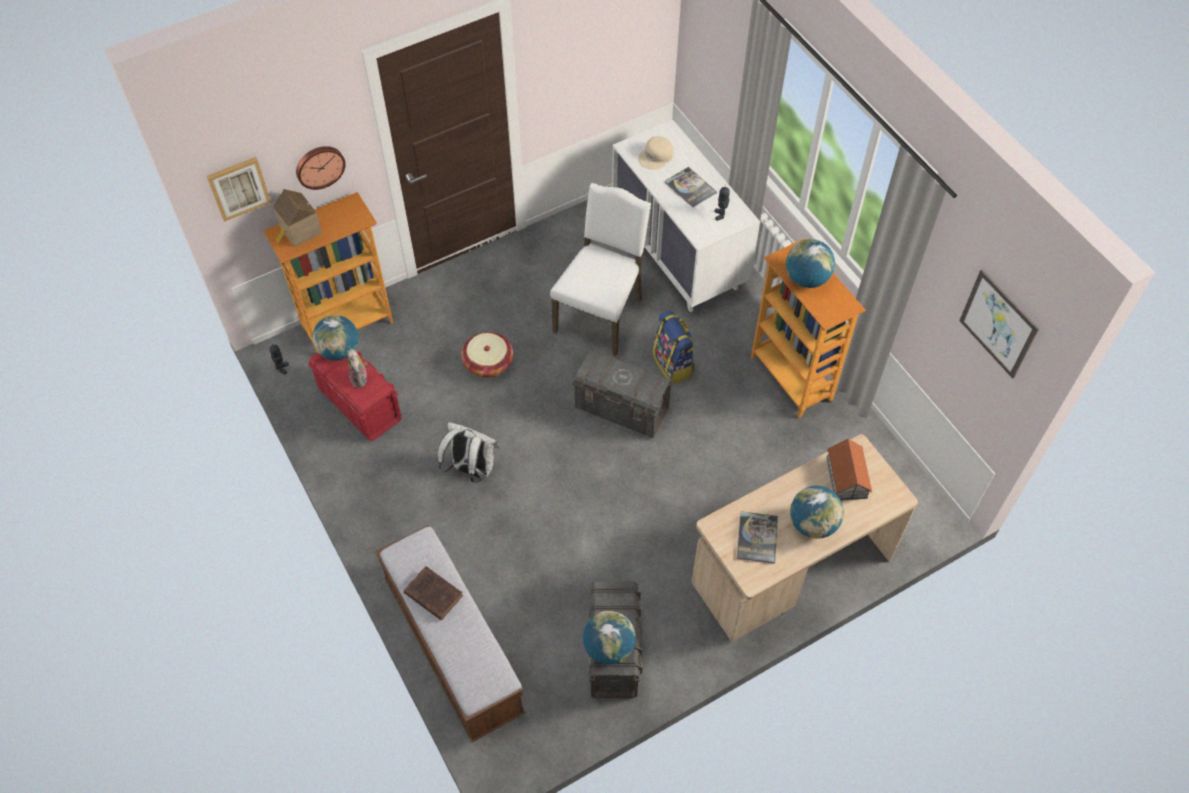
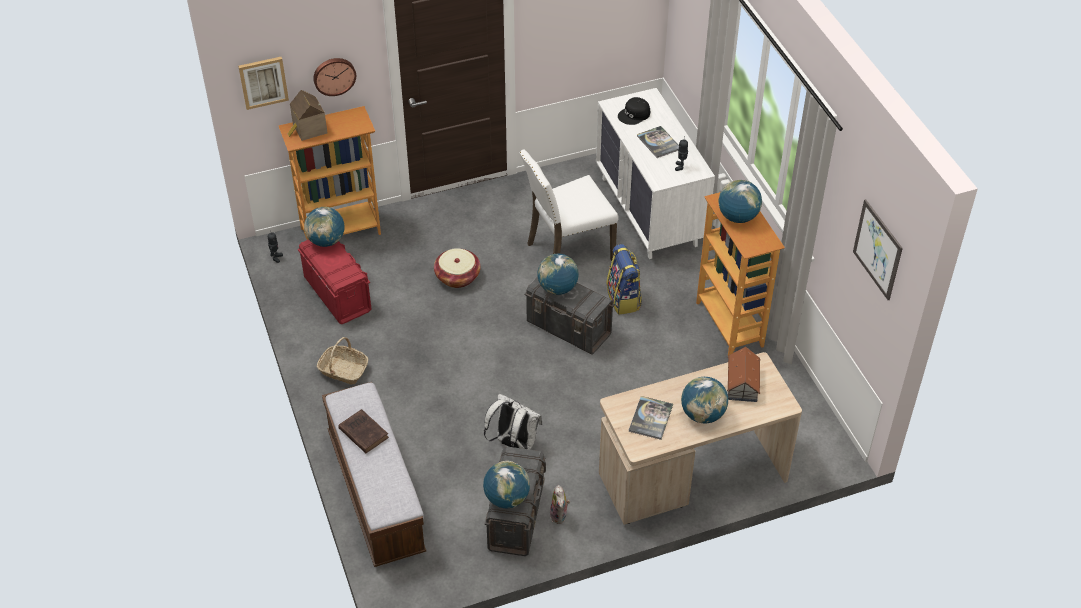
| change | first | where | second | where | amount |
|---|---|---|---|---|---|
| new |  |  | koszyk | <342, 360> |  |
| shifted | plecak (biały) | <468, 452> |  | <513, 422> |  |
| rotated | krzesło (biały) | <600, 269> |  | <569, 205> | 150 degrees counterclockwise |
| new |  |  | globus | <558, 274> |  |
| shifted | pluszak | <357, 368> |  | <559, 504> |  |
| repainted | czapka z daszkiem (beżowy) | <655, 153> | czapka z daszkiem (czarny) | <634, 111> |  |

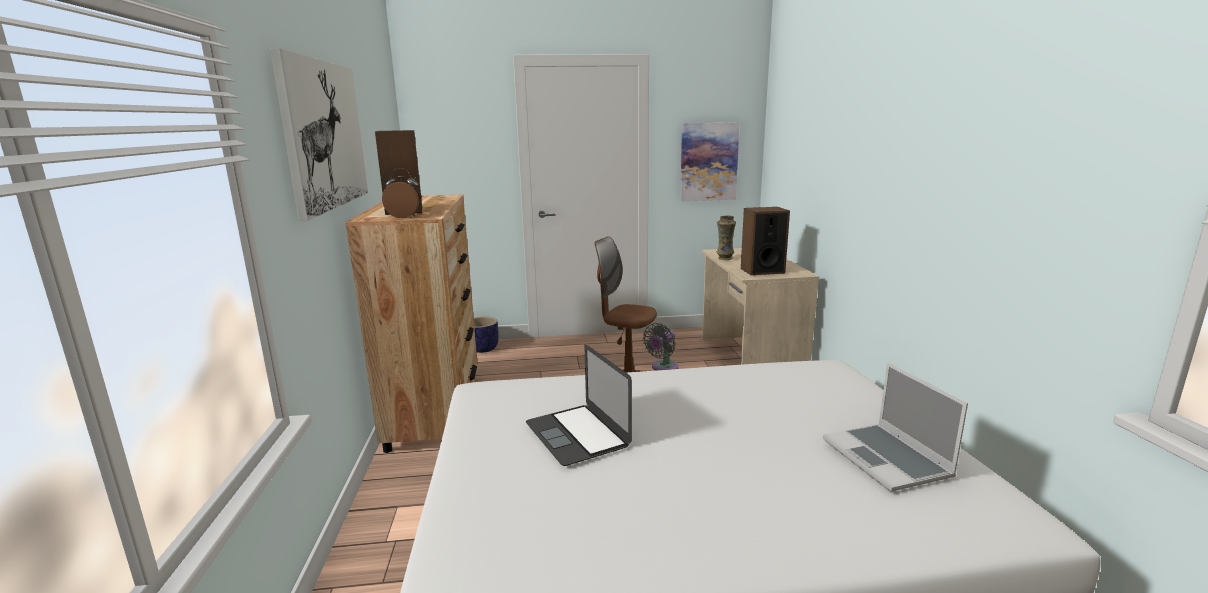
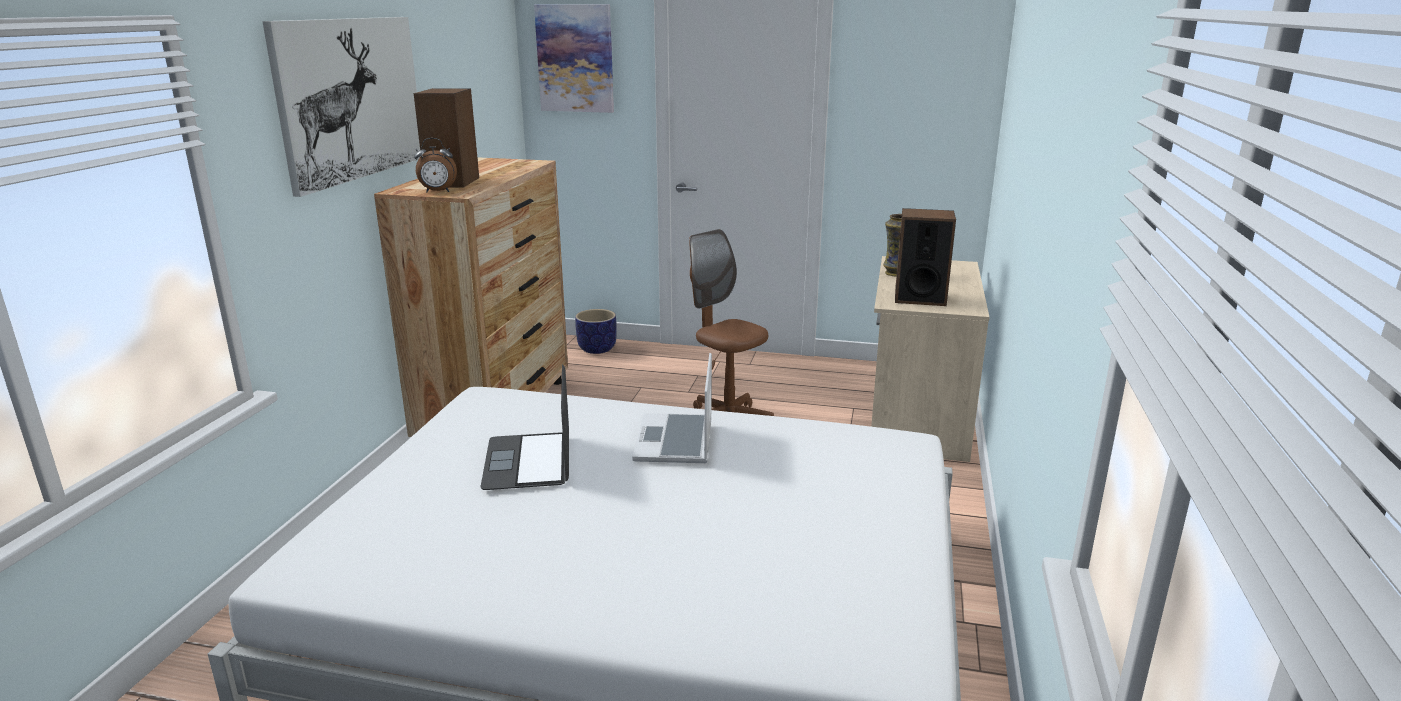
| change | first | where | second | where | amount |
|---|---|---|---|---|---|
| rotated | budzik | <401, 193> |  | <435, 165> | 150 degrees clockwise |
| shifted | obraz | <710, 161> |  | <574, 58> |  |
| shifted | laptop | <895, 427> |  | <672, 408> |  |
| gone | wentylator (szary) | <661, 346> |  |  |  |

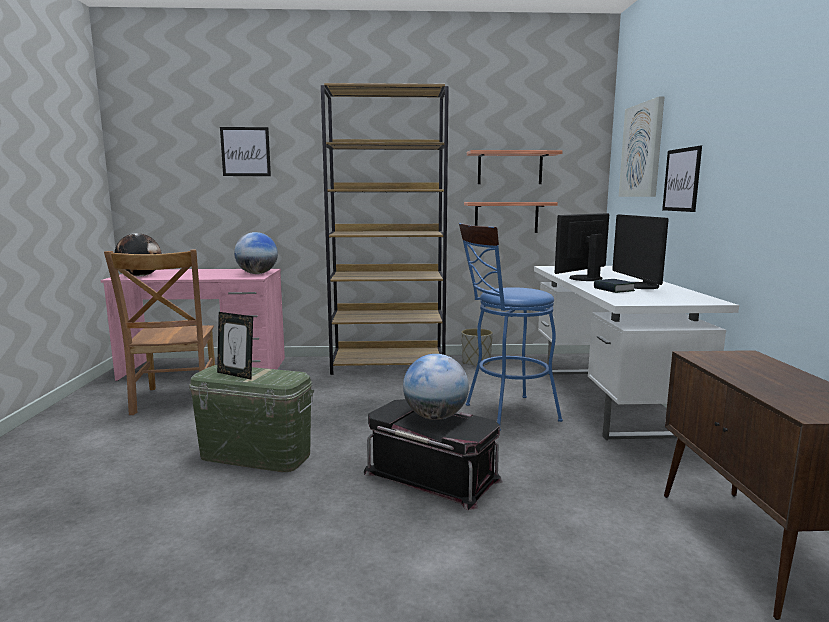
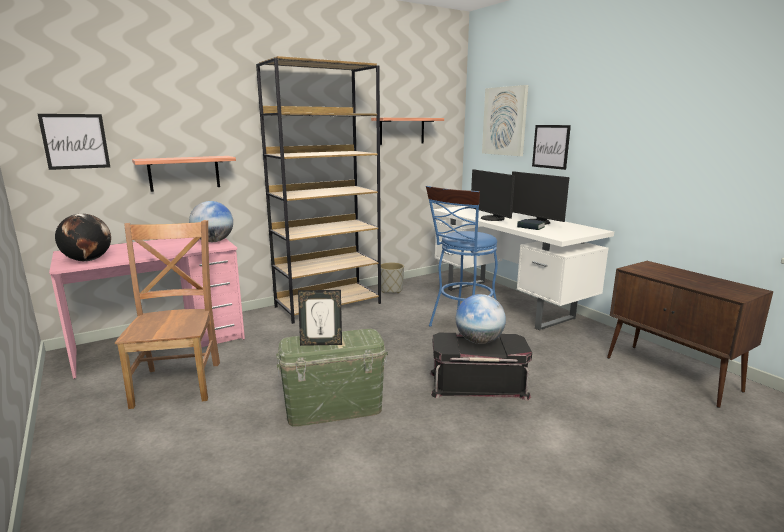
| change | first | where | second | where | amount |
|---|---|---|---|---|---|
| shifted | obraz | <245, 151> |  | <74, 142> |  |
| rotated | krzesło (brązowy) | <159, 332> |  | <167, 314> | 150 degrees counterclockwise |
| shifted | półka | <511, 217> |  | <184, 174> |  |
| rotated | monitor | <582, 247> |  | <493, 195> | 45 degrees counterclockwise |

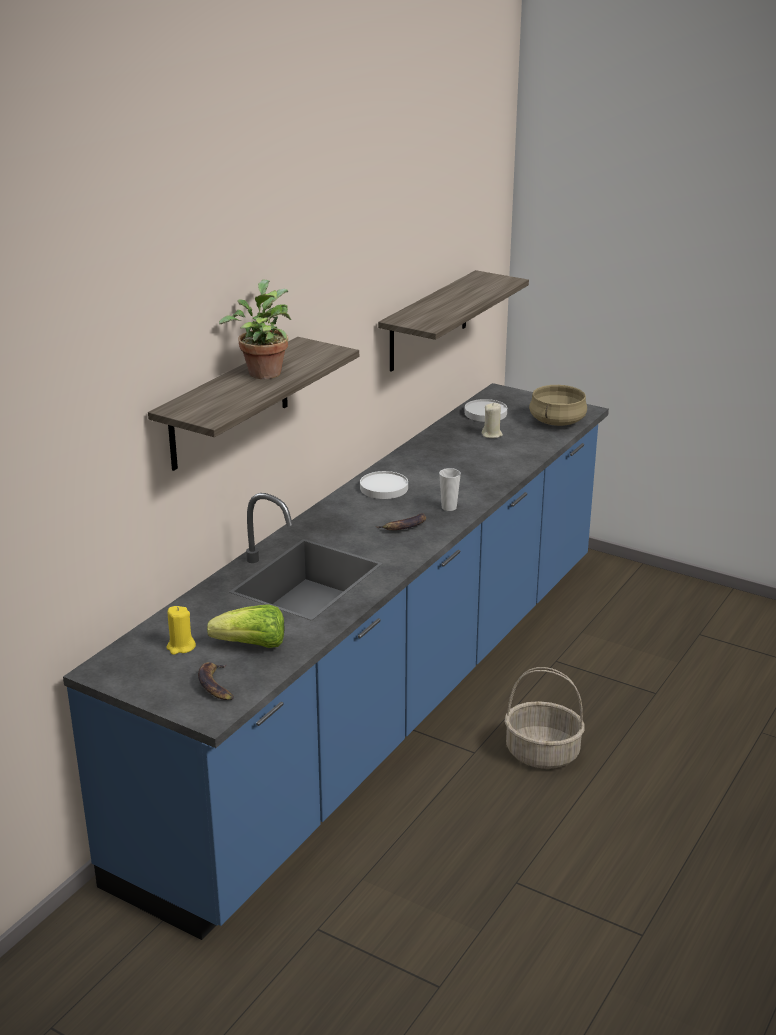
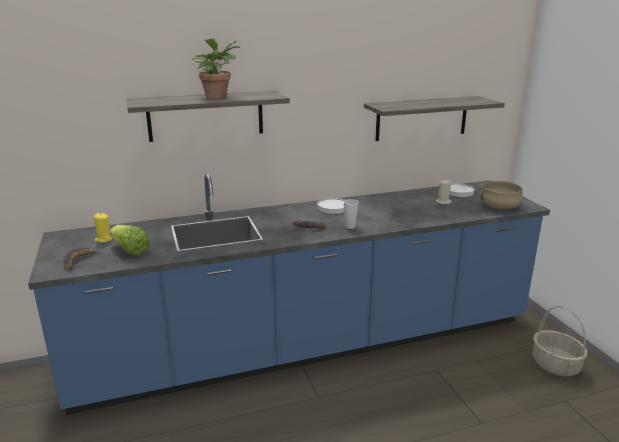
| change | first | where | second | where | amount |
|---|---|---|---|---|---|
| shifted | koszyk | <545, 718> |  | <559, 341> |  |

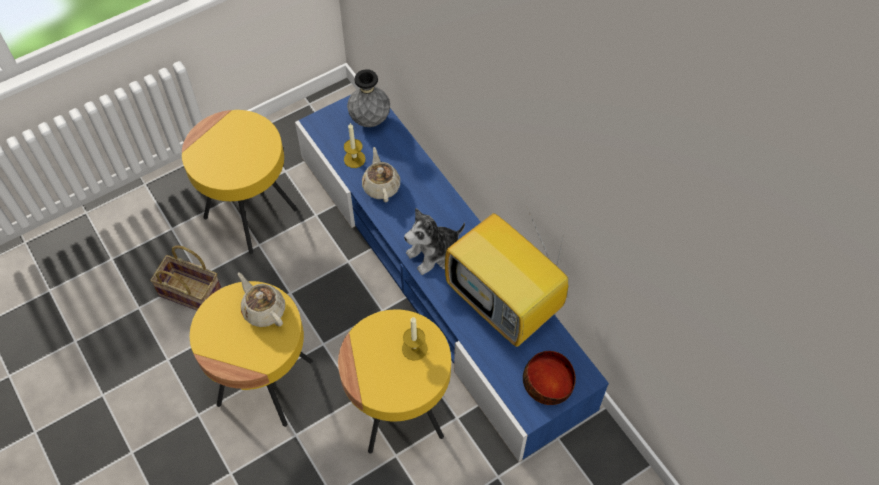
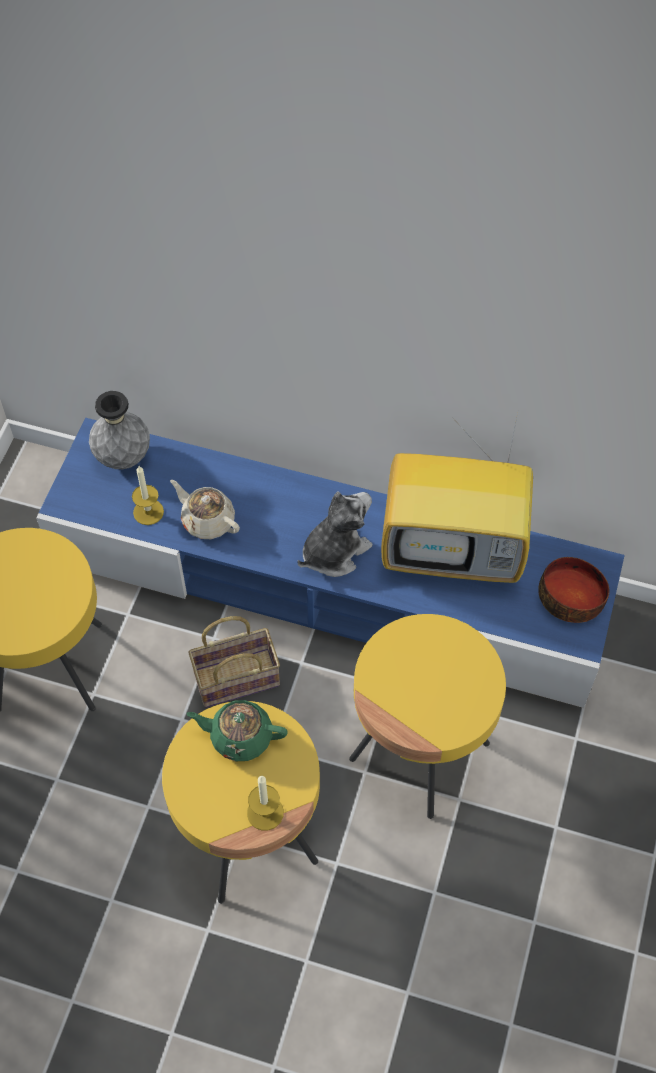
| change | first | where | second | where | amount |
|---|---|---|---|---|---|
| repainted | imbryk (beżowy) | <261, 300> | imbryk (zielony) | <237, 730> |  |
| shifted | koszyk | <185, 278> |  | <234, 662> |  |
| shifted | świeca | <415, 339> |  | <265, 803> |  |
| rotated | pluszak | <434, 241> |  | <334, 534> | 150 degrees counterclockwise |

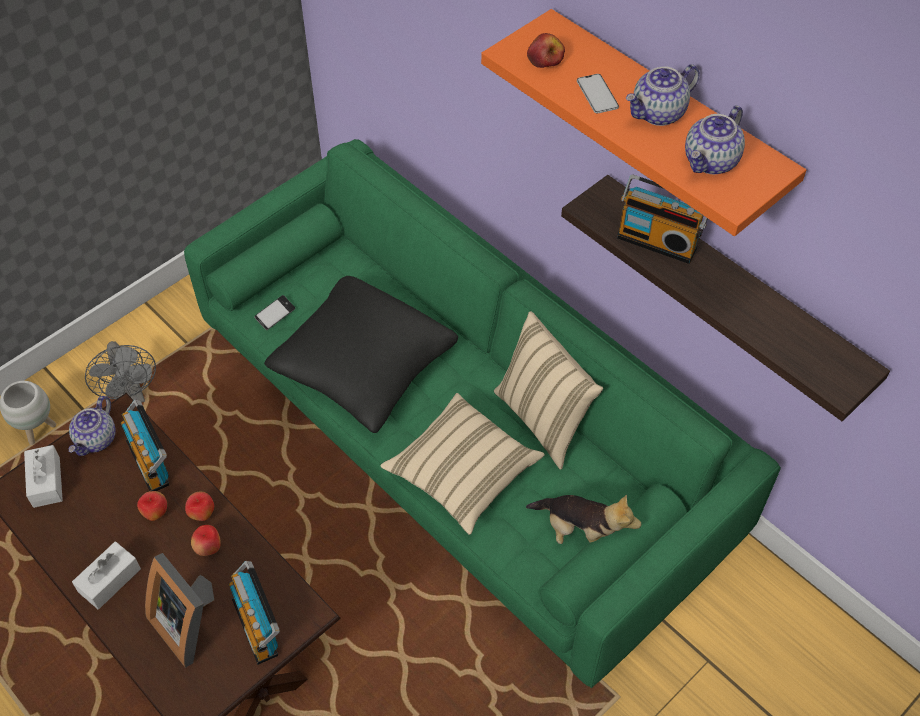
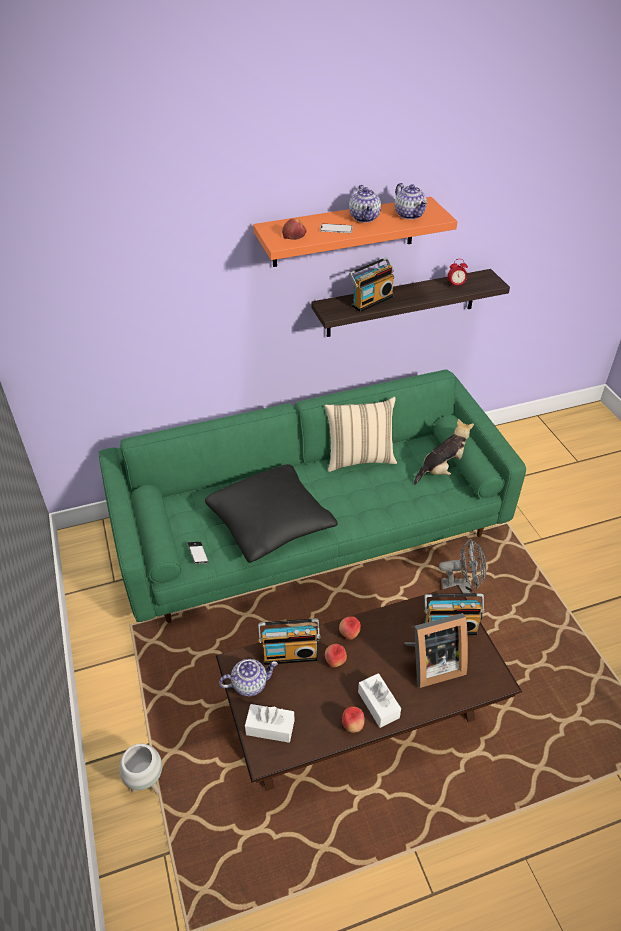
| change | first | where | second | where | amount |
|---|---|---|---|---|---|
| rotated | imbryk | <92, 426> |  | <248, 678> | 60 degrees counterclockwise |
| shifted | jabłko | <206, 540> |  | <353, 720> |  |
| shifted | wentylator (szary) | <120, 372> |  | <462, 566> |  |
| new |  |  | budzik | <458, 273> |  |
| gone | poduszka (beżowy) | <462, 464> |  |  |  |

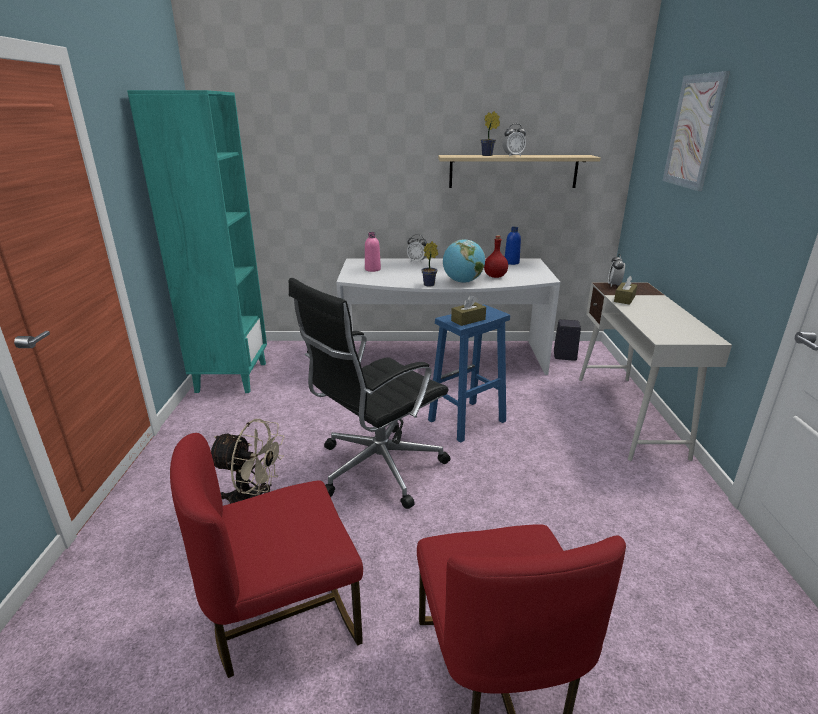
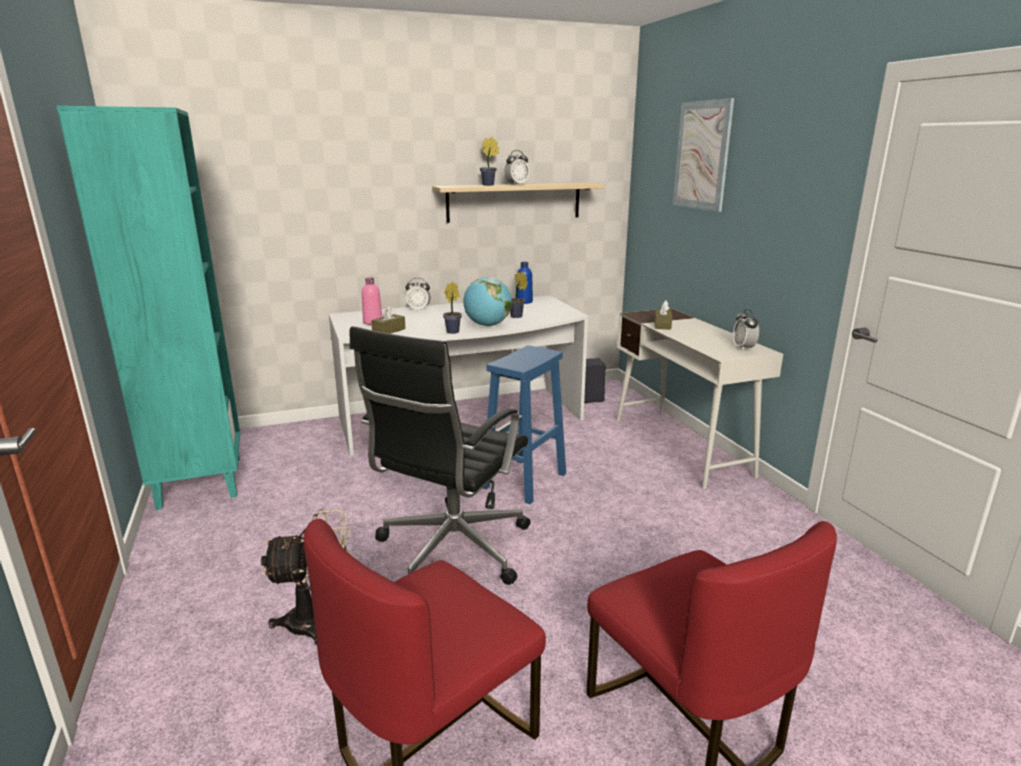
| change | first | where | second | where | amount |
|---|---|---|---|---|---|
| shifted | pudełko chusteczek (brązowy) | <468, 310> |  | <388, 320> |  |
| swapped | butelka (czerwony) | <496, 256> | roślina doniczkowa | <519, 294> |  |
| shifted | budzik | <616, 270> |  | <746, 330> |  |

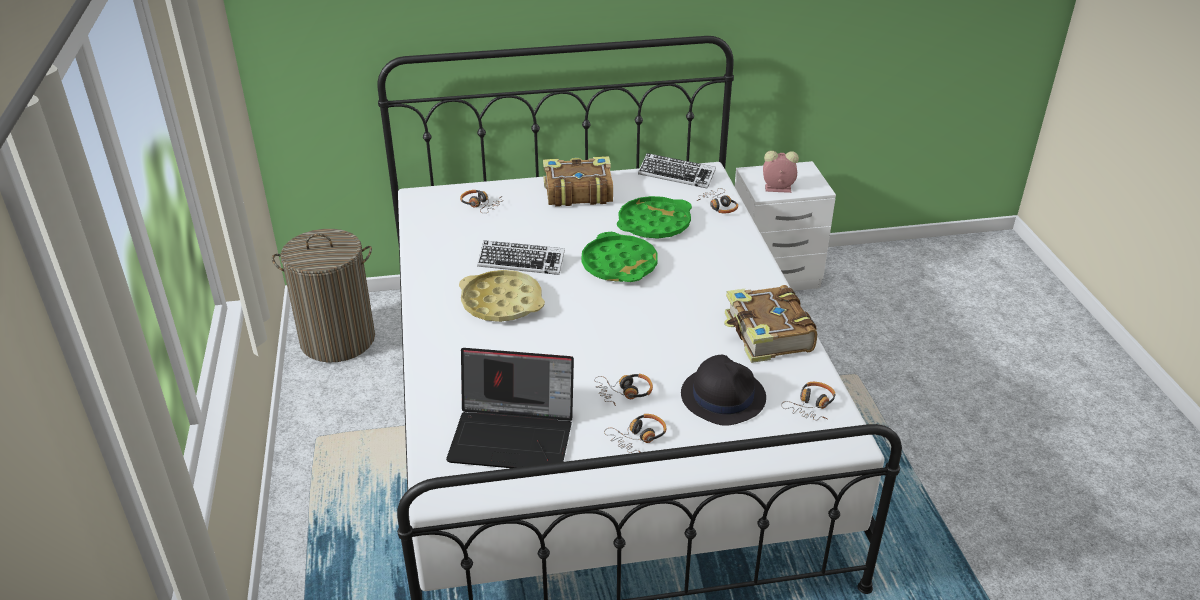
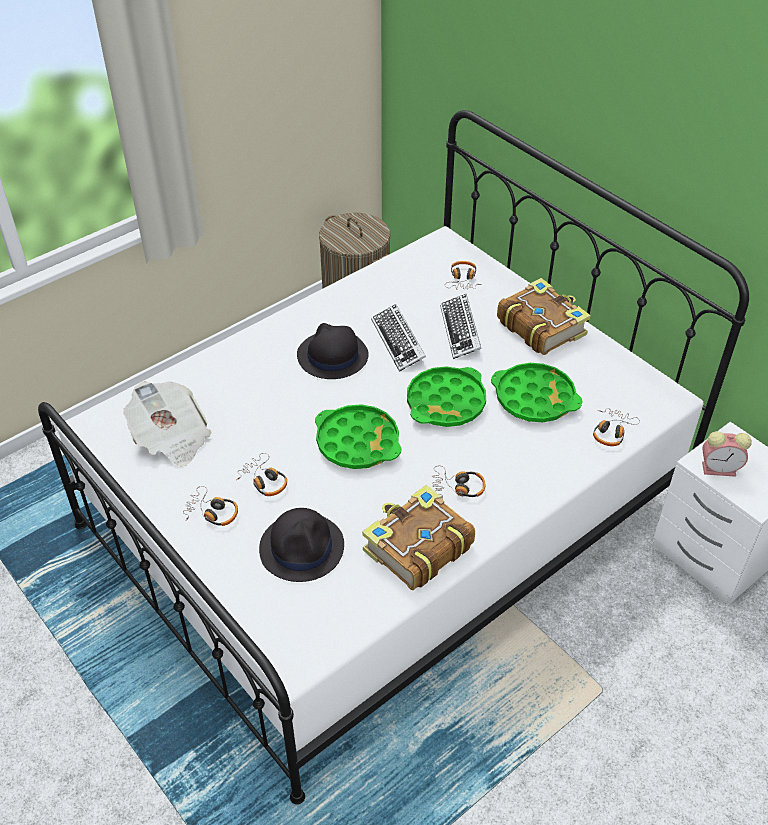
| change | first | where | second | where | amount |
|---|---|---|---|---|---|
| swapped | laptop | <510, 408> | gazeta | <167, 424> |  |
| swapped | taca (żółty) | <502, 296> | kapelusz (czarny) | <333, 351> |  |
| new |  |  | taca (zielony) | <358, 436> |  |
| shifted | słuchawki | <808, 401> |  | <458, 482> |  |
| shifted | klawiatura | <677, 171> |  | <461, 326> |  |
| rotated | budzik | <781, 172> |  | <727, 454> | 120 degrees clockwise |

